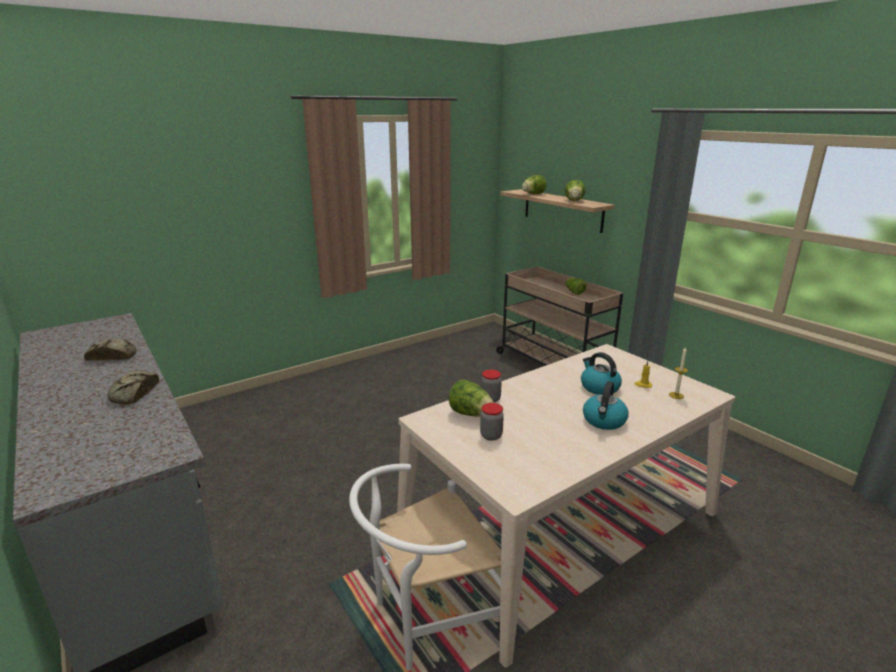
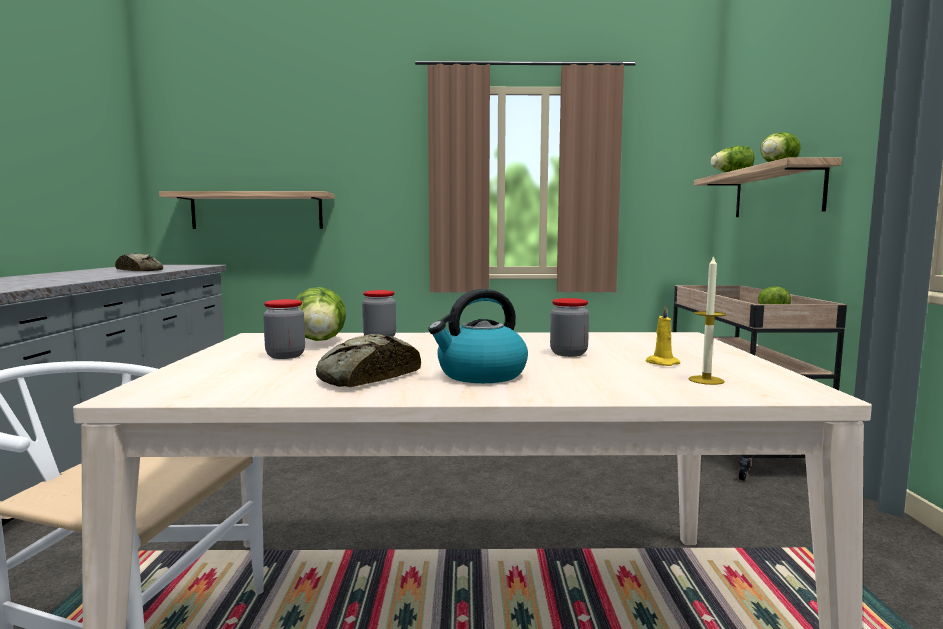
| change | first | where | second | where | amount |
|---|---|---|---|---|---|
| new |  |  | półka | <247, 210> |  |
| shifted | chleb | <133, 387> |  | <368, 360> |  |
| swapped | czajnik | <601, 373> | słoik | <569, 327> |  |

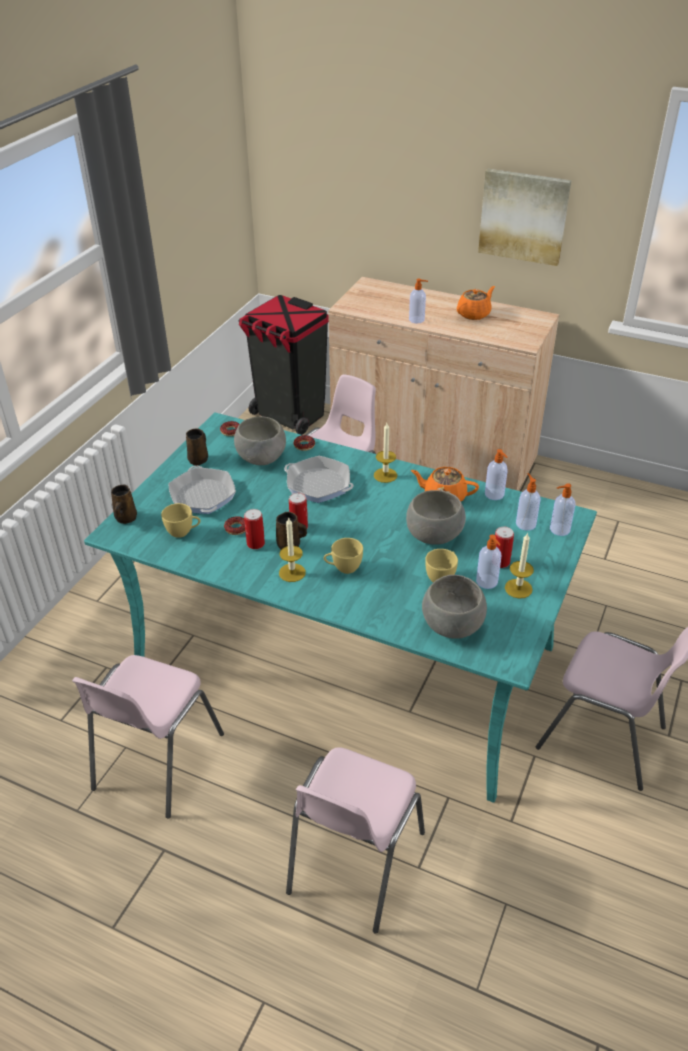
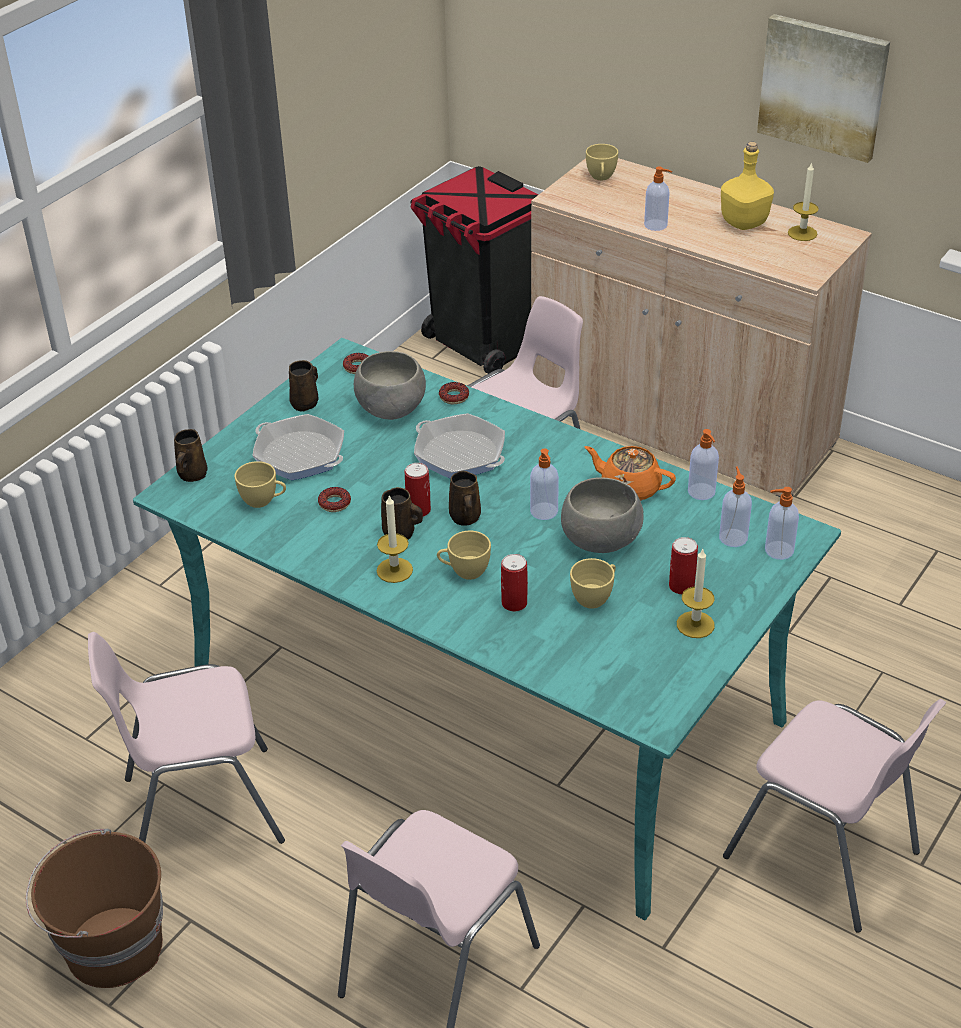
| change | first | where | second | where | amount |
|---|---|---|---|---|---|
| new |  |  | wiadro (brązowy) | <94, 908> |  |
| rotated | krzesło (różowy) | <148, 737> |  | <186, 738> | 45 degrees clockwise |
| rotated | patelnia | <202, 490> |  | <298, 447> | 135 degrees clockwise |
| new |  |  | kubek (brązowy) | <465, 498> |  |
| shifted | puszka | <254, 529> |  | <514, 582> |  |
| shifted | dozownik mydła | <488, 562> |  | <544, 484> |  |
| new |  |  | filiżanka (żółty) | <602, 162> |  |
| swapped | imbryk (pomarańczowy) | <476, 303> | butelka (żółty) | <747, 186> |  |
| shifted | świeca | <385, 453> |  | <803, 201> |  |
| gone | miska (szary) | <454, 607> |  |  |  |

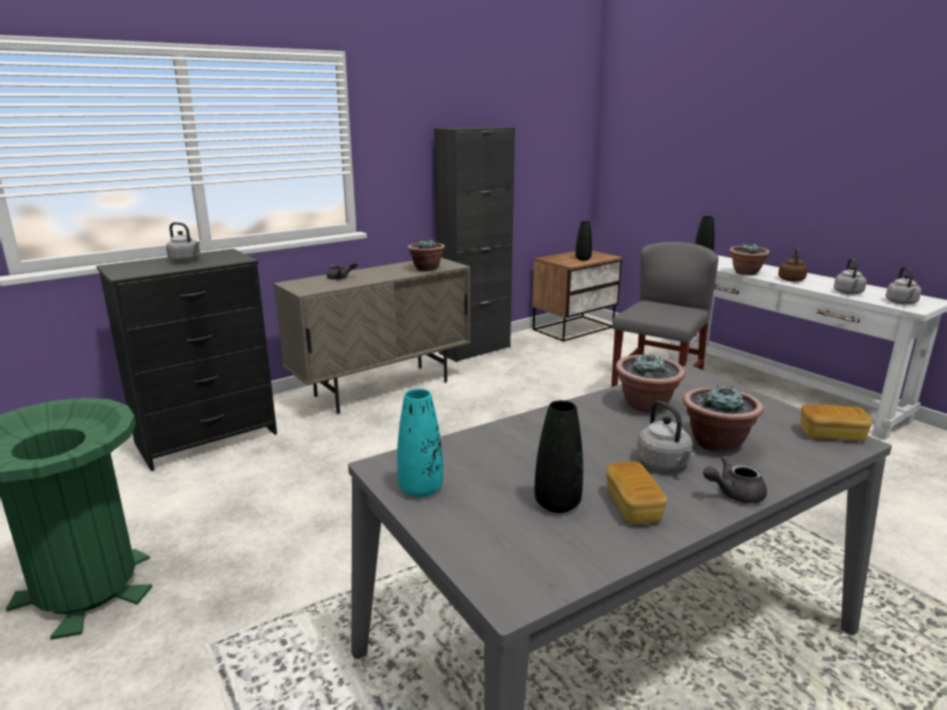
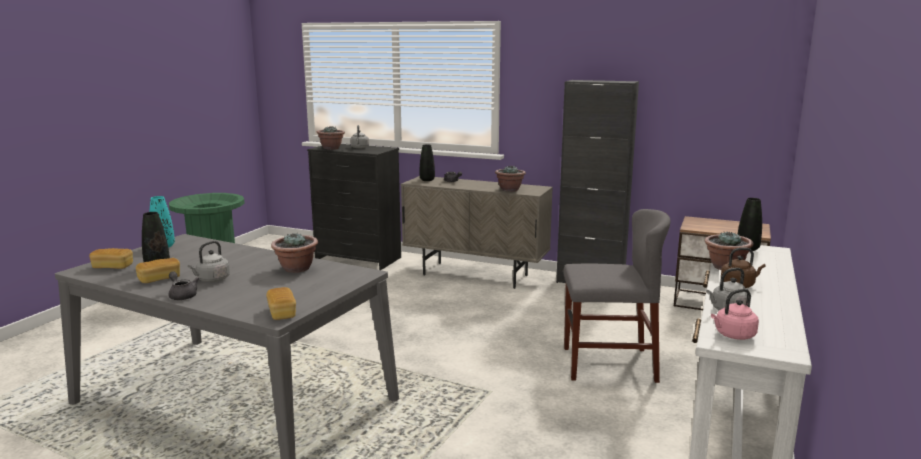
| change | first | where | second | where | amount |
|---|---|---|---|---|---|
| new |  |  | chleb | <111, 258> |  |
| shifted | roślina doniczkowa | <723, 418> |  | <330, 138> |  |
| shifted | wazon (czarny) | <583, 240> |  | <427, 162> |  |
| repainted | czajnik (szary) | <903, 285> | czajnik (różowy) | <735, 314> |  |

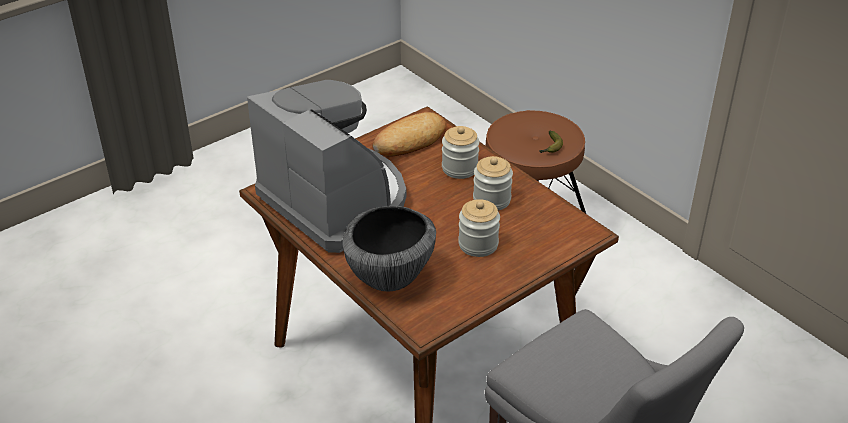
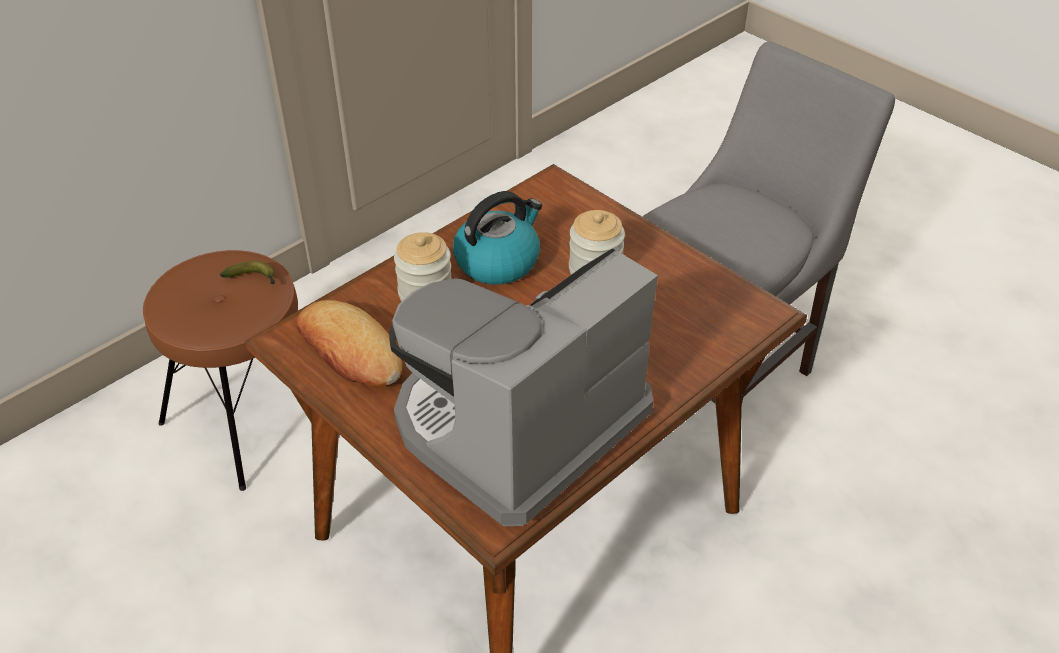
| change | first | where | second | where | amount |
|---|---|---|---|---|---|
| swapped | słoik | <493, 183> | czajnik | <497, 237> |  |
| gone | miska | <389, 249> |  |  |  |

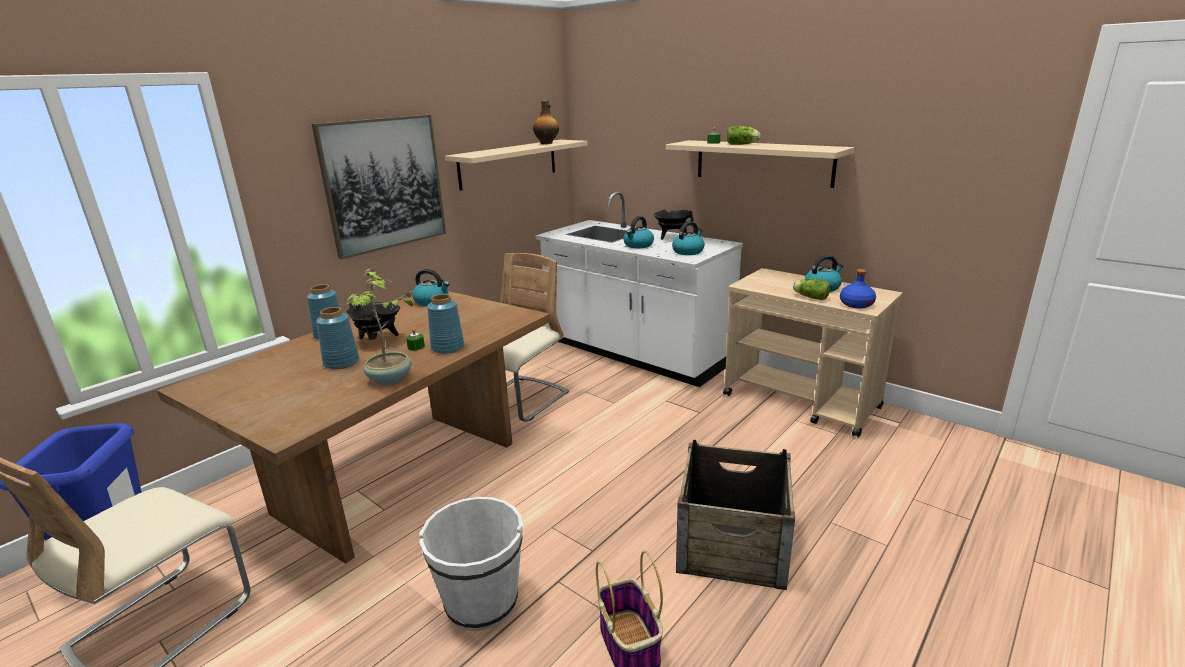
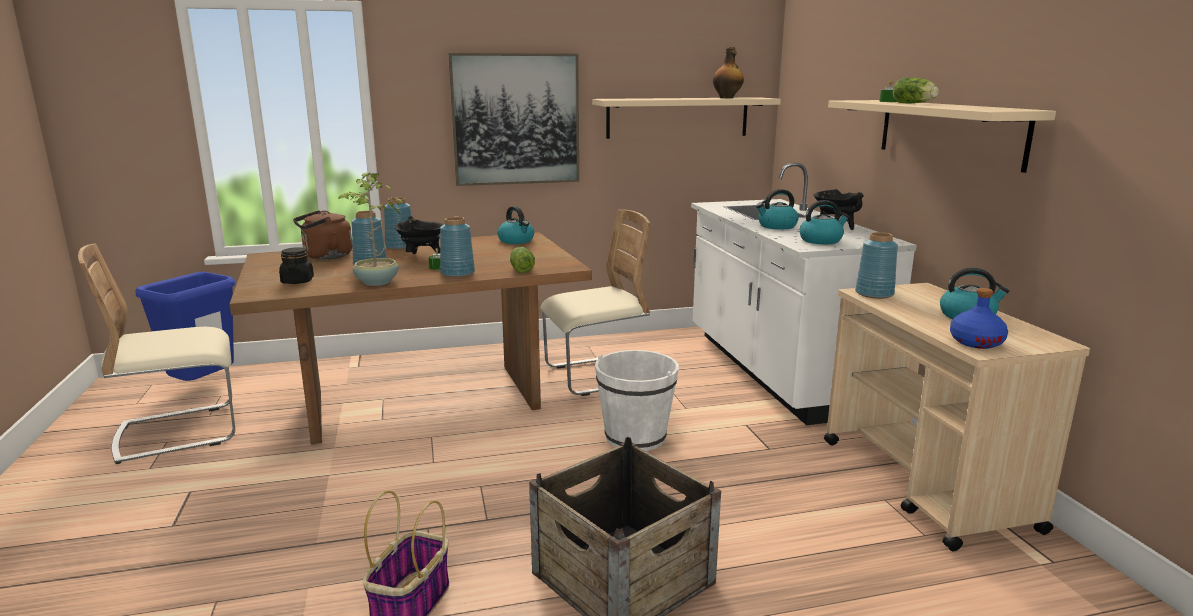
| change | first | where | second | where | amount |
|---|---|---|---|---|---|
| new |  |  | słoik (czarny) | <296, 265> |  |
| new |  |  | czajnik (brązowy) | <322, 234> |  |
| shifted | sałata | <811, 289> |  | <522, 260> |  |
| shifted | wiadro (biały) | <471, 564> |  | <637, 400> |  |
| new |  |  | wazon (niebieski) | <876, 265> |  |

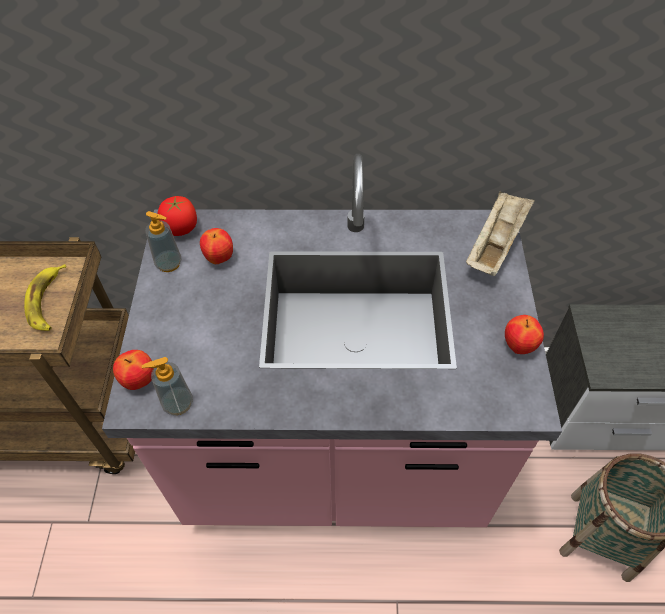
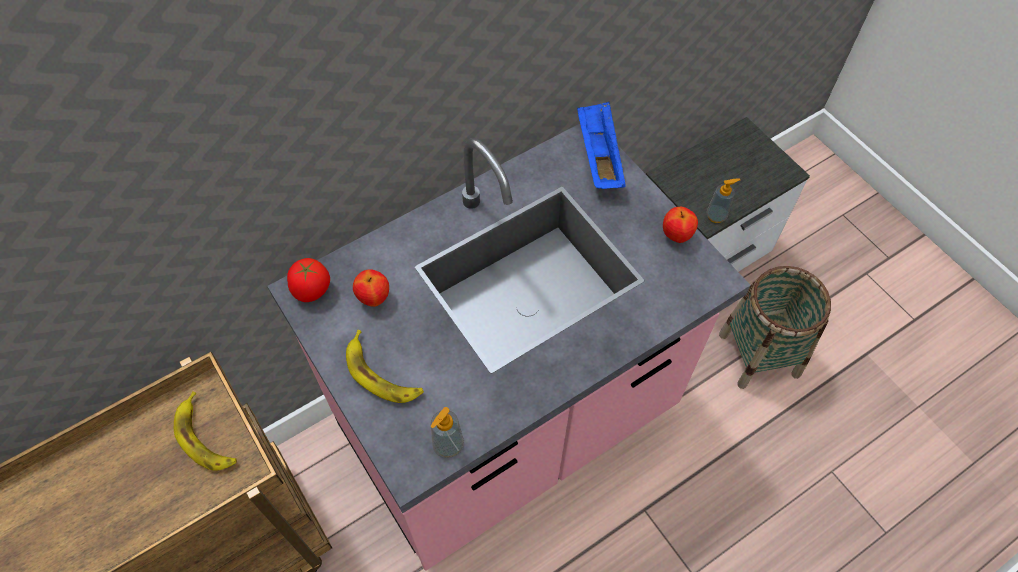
| change | first | where | second | where | amount |
|---|---|---|---|---|---|
| new |  |  | banan | <385, 366> |  |
| repainted | taca (beżowy) | <500, 233> | taca (niebieski) | <601, 145> |  |
| shifted | dozownik mydła | <163, 241> |  | <723, 200> |  |
| gone | jabłko | <133, 370> |  |  |  |

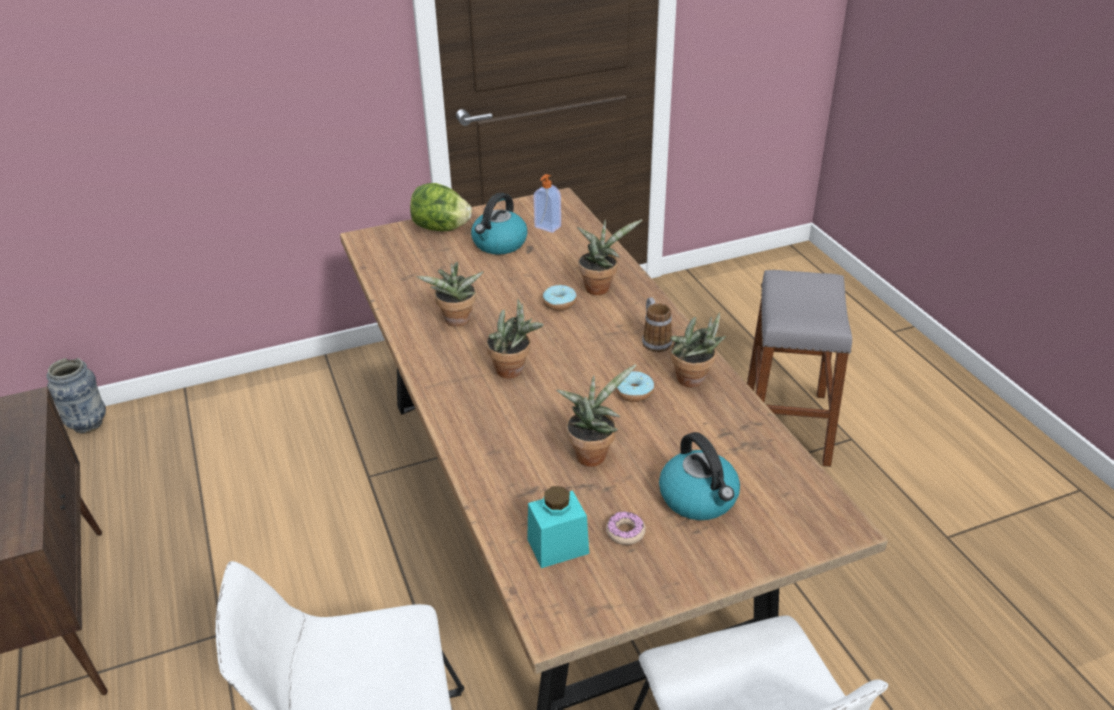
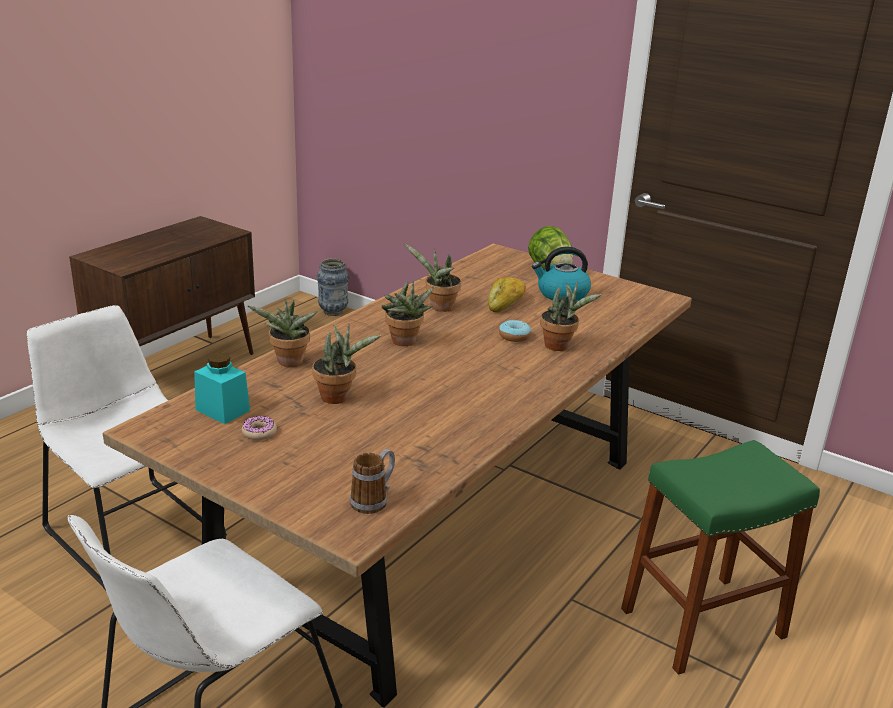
| change | first | where | second | where | amount |
|---|---|---|---|---|---|
| shifted | roślina doniczkowa | <698, 350> |  | <283, 333> |  |
| shifted | kubek | <657, 324> |  | <372, 481> |  |
| new |  |  | chleb | <507, 295> |  |
| repainted | stołek (szary) | <799, 368> | stołek (zielony) | <720, 557> |  |
| gone | dozownik mydła | <547, 203> |  |  |  |
| gone | donut | <635, 386> |  |  |  |
| gone | czajnik | <699, 476> |  |  |  |

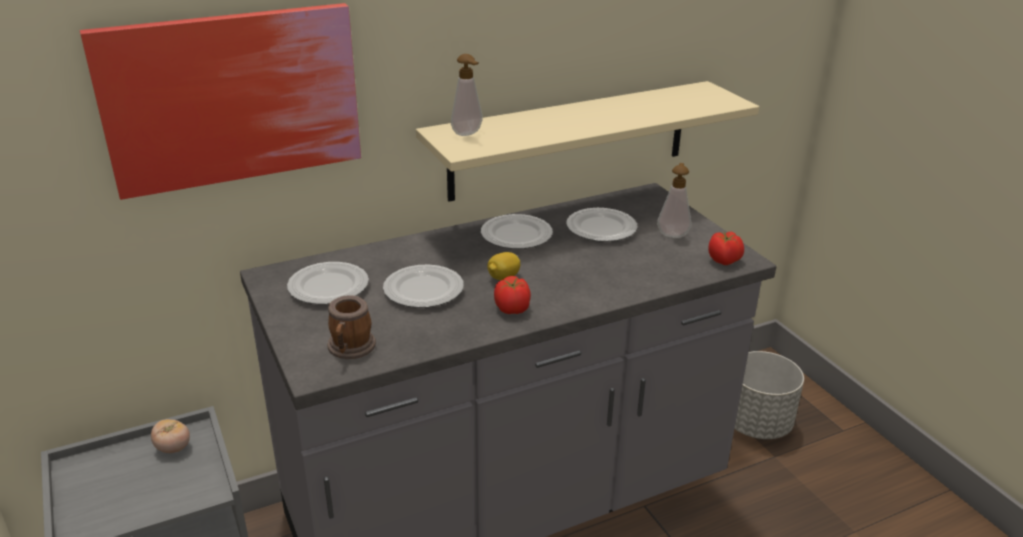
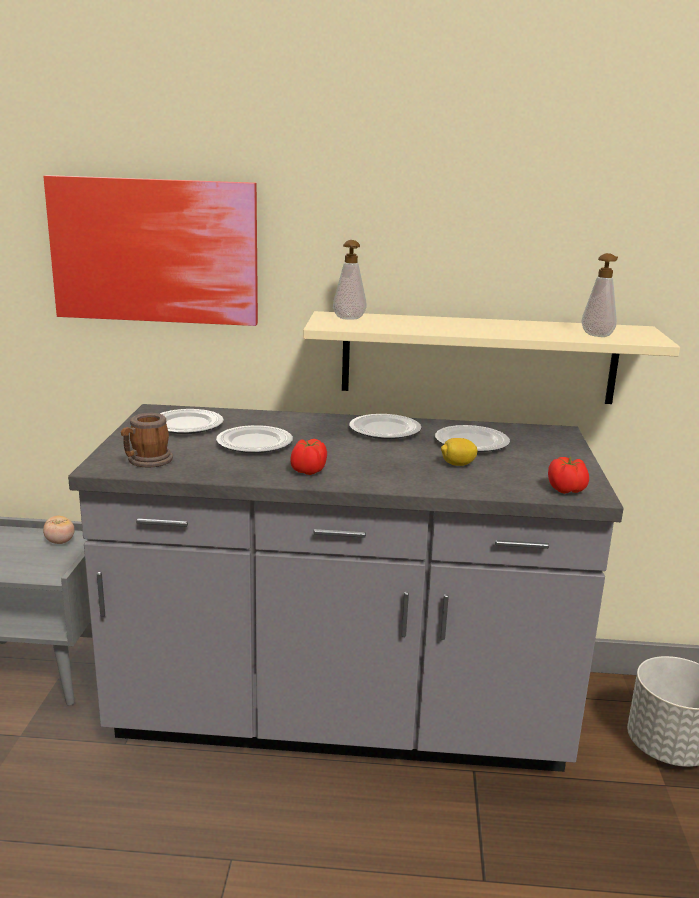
| change | first | where | second | where | amount |
|---|---|---|---|---|---|
| shifted | cytryna | <503, 266> |  | <459, 452> |  |
| shifted | dozownik mydła | <674, 200> |  | <600, 295> |  |

